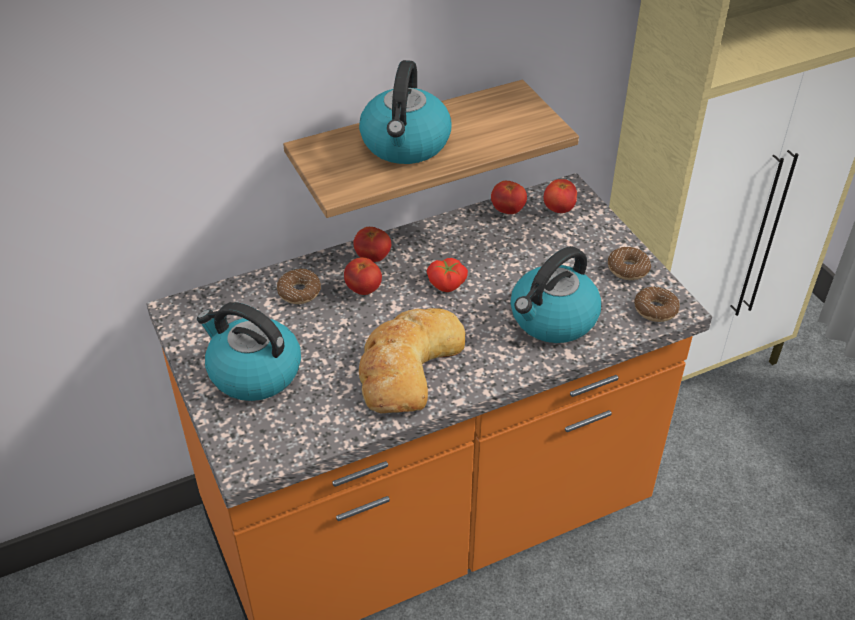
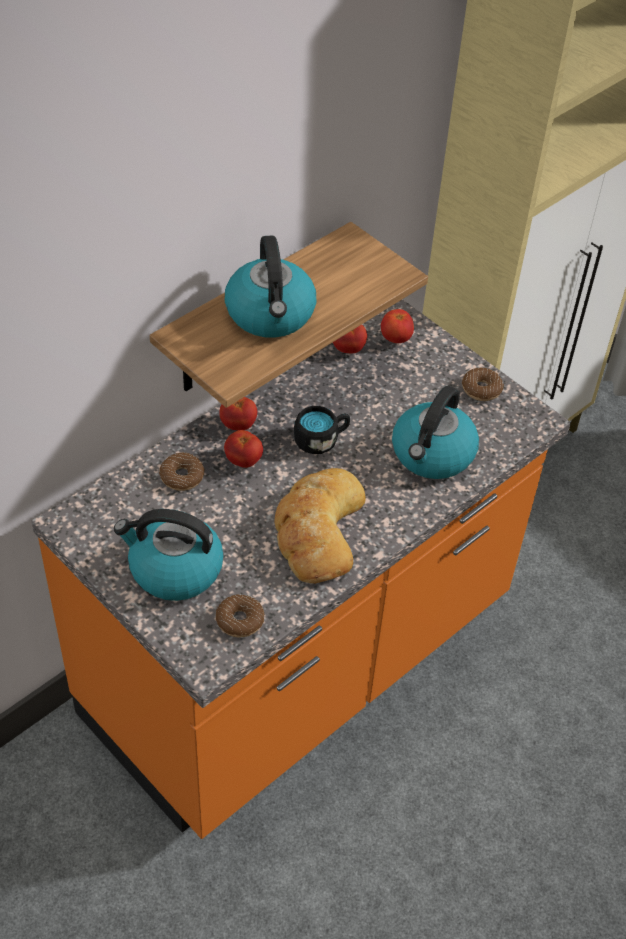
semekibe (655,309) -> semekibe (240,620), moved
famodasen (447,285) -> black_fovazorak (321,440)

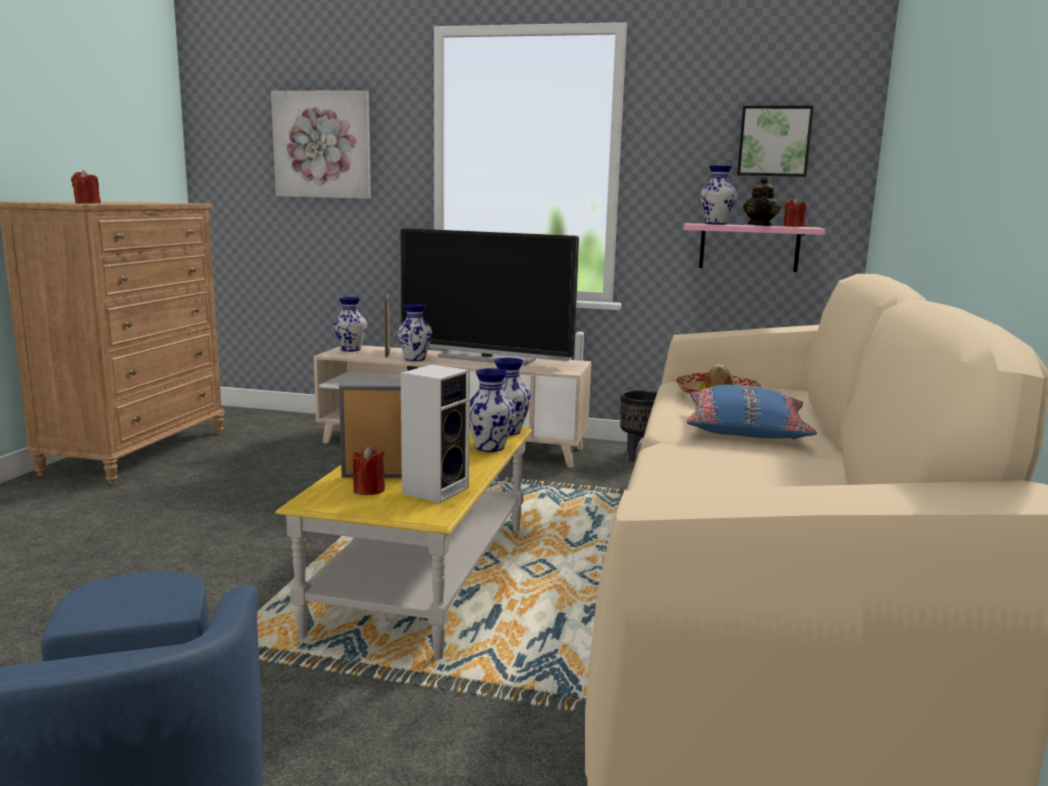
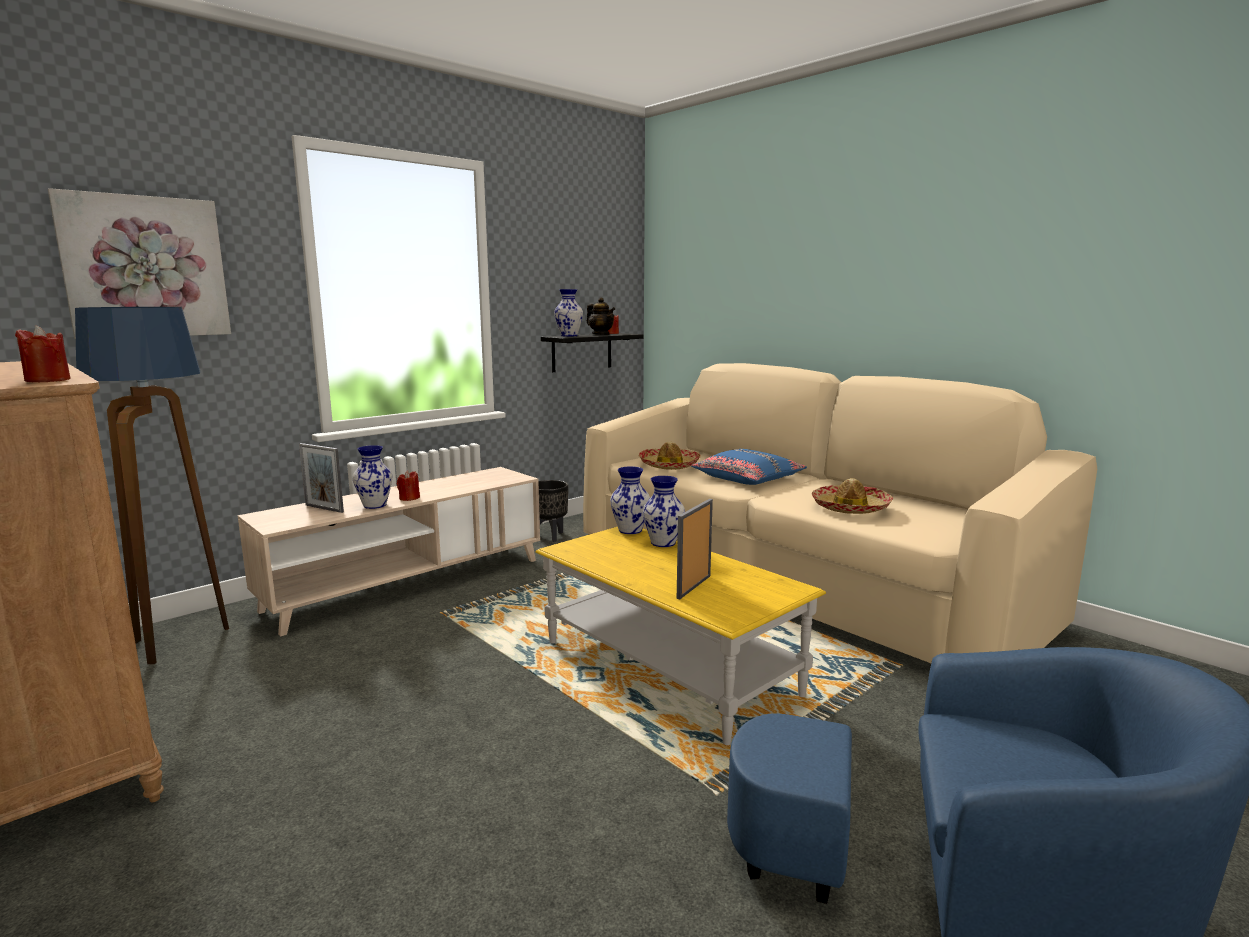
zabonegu (351,349) -> none
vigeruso (486,358) -> none
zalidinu (436,489) -> none
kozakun (774,141) -> none
none -> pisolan (183,641)
none -> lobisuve (850,508)
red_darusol (369,490) -> red_darusol (409,498), moved
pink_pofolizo (749,247) -> black_pofolizo (582,352)

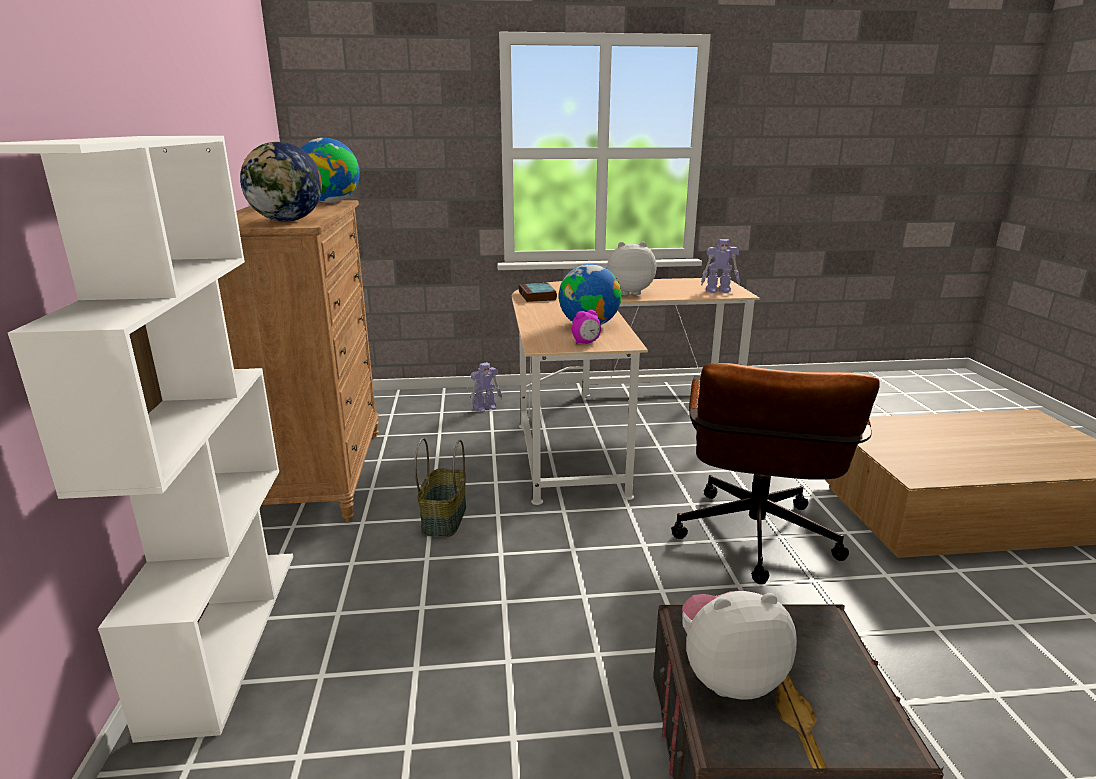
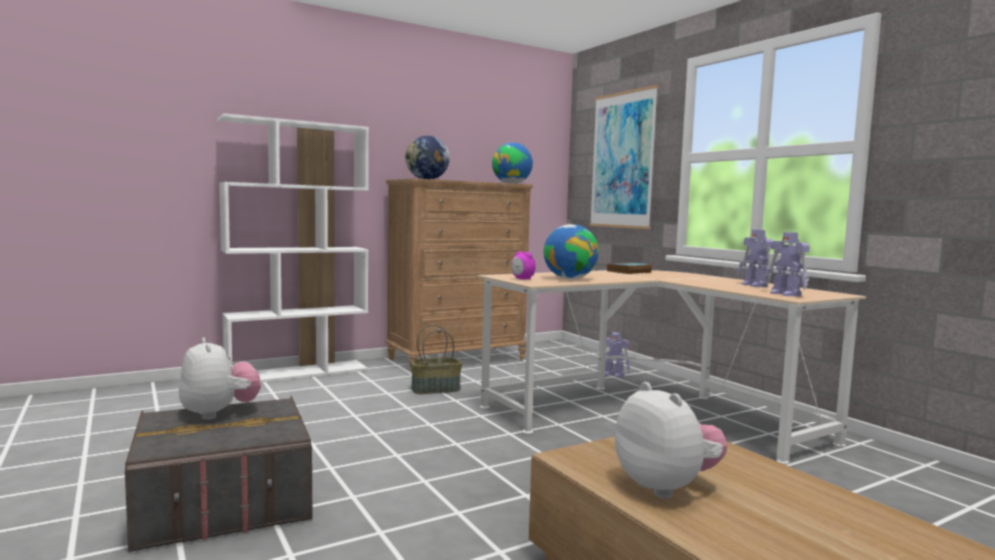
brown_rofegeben (754,543) -> none
none -> kozakun (622,160)
none -> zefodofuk (755,285)
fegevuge (629,292) -> fegevuge (666,487), moved

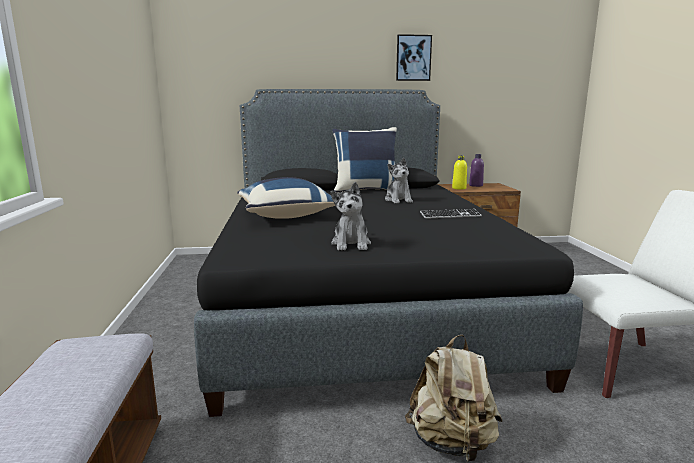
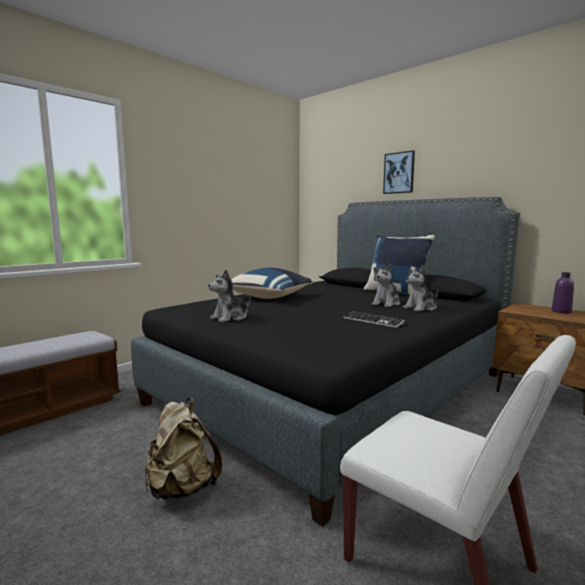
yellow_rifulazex (459,188) -> none
none -> fegevuge (421,308)
kozakun (413,58) -> kozakun (399,173), moved

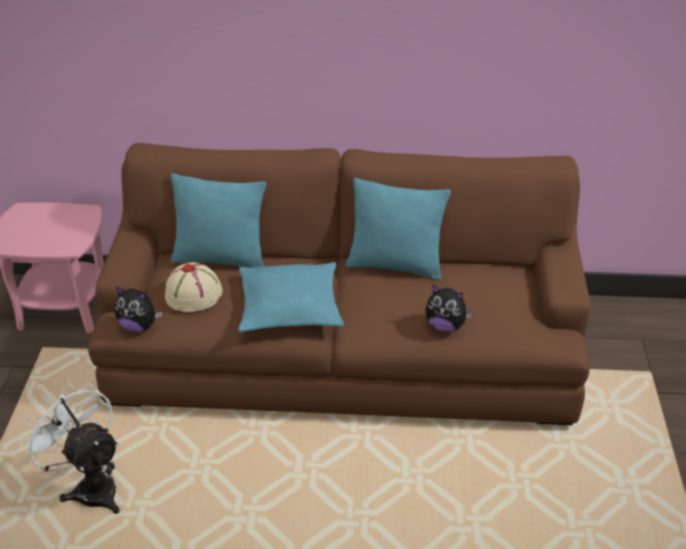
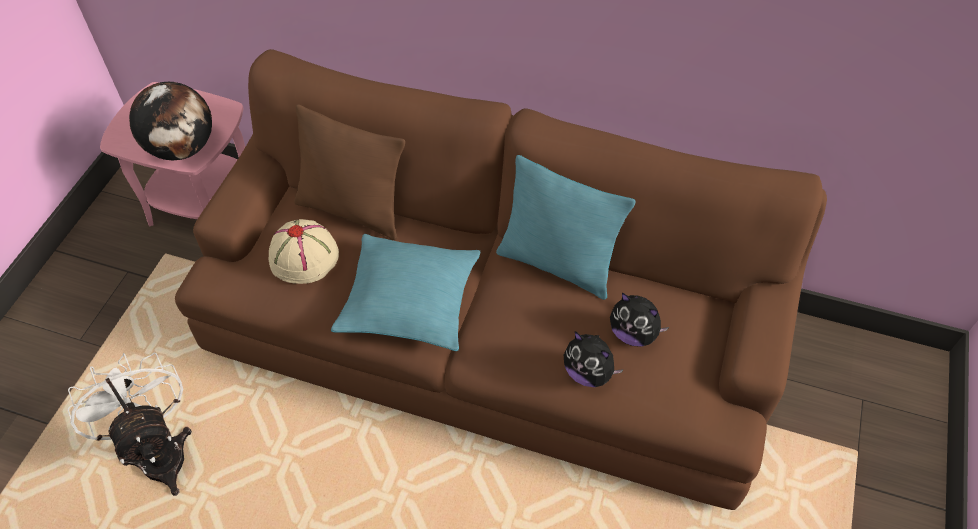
none -> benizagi (183,148)
fegevuge (139,326) -> fegevuge (633,334), moved
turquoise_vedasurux (220,259) -> brown_vedasurux (352,210)

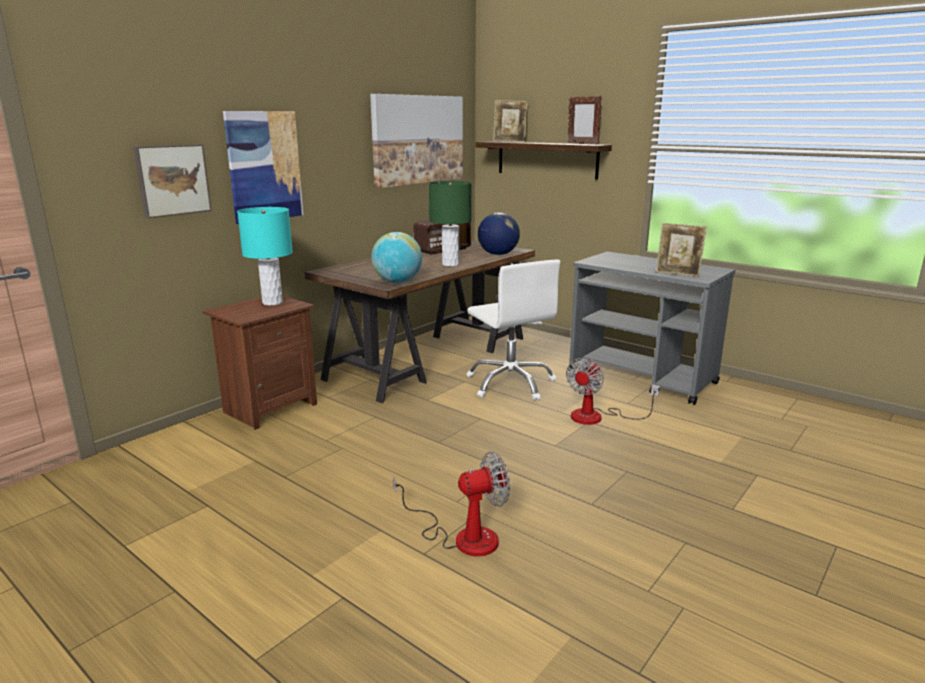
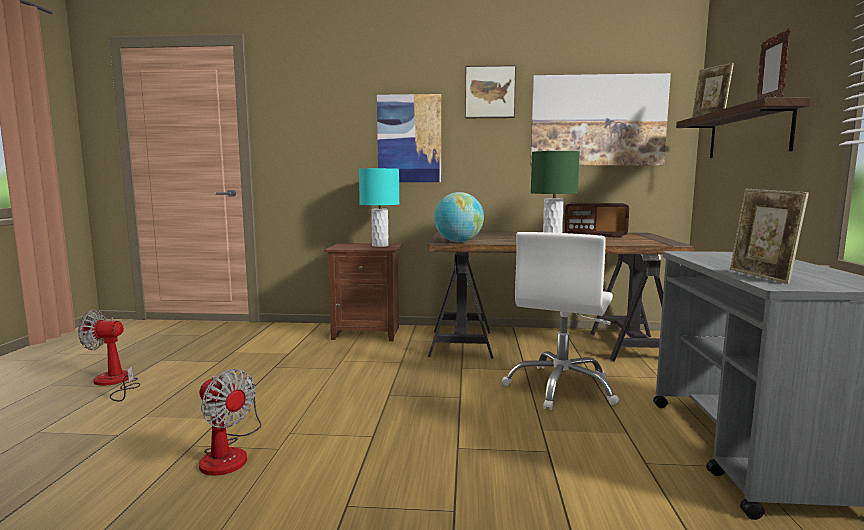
benizagi (498,254) -> none
kozakun (172,180) -> kozakun (490,92), moved
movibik (597,417) -> movibik (115,383), moved

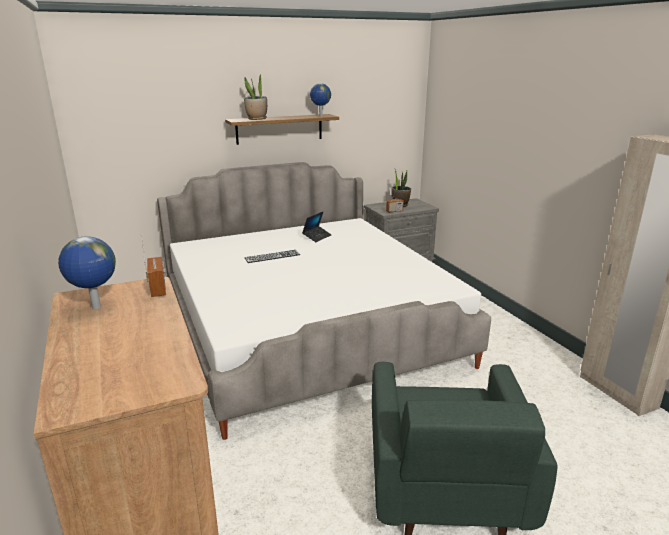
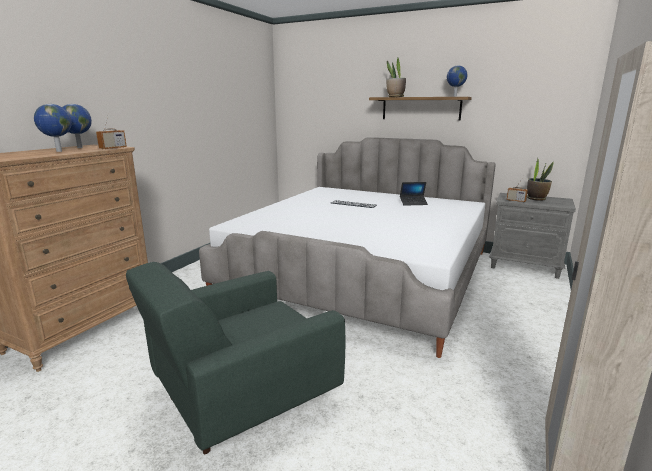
none -> benizagi (58,151)

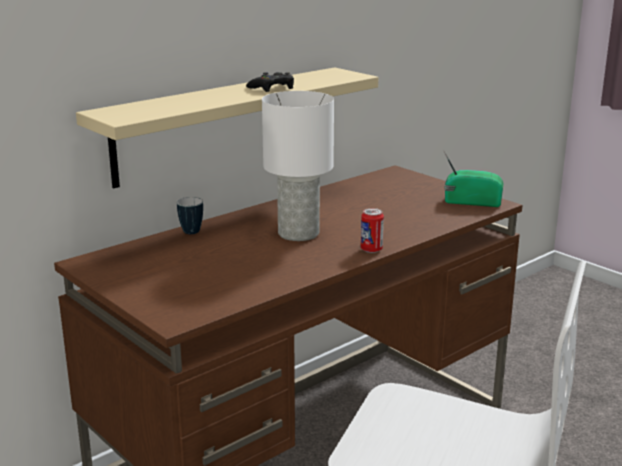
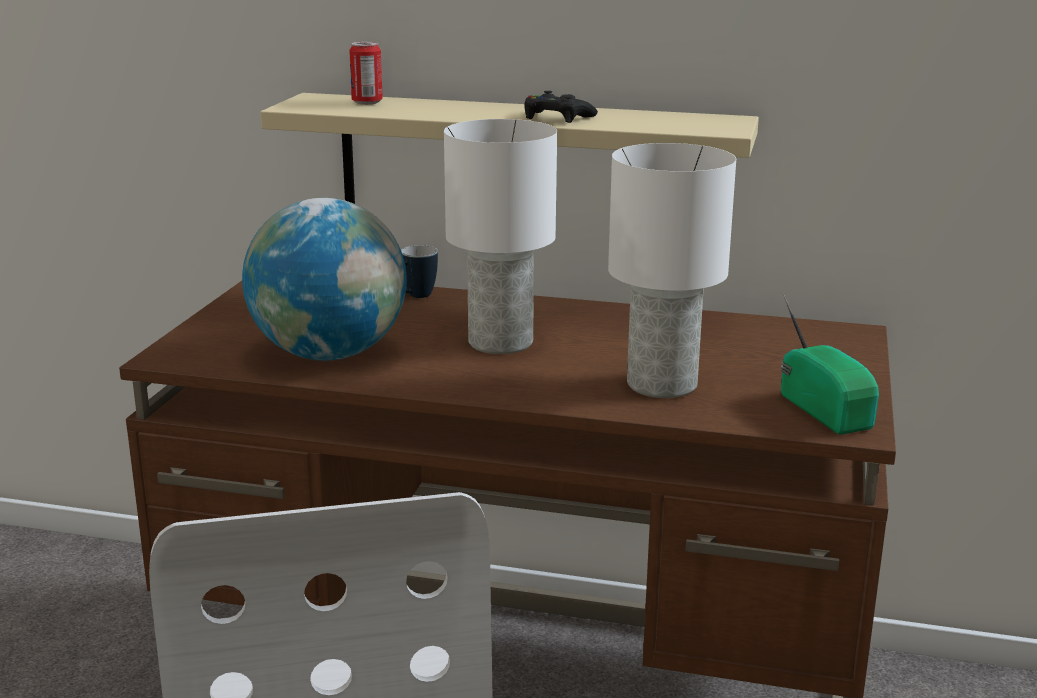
none -> benizagi (329,354)
none -> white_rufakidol (661,384)
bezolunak (371,250) -> bezolunak (367,102), moved

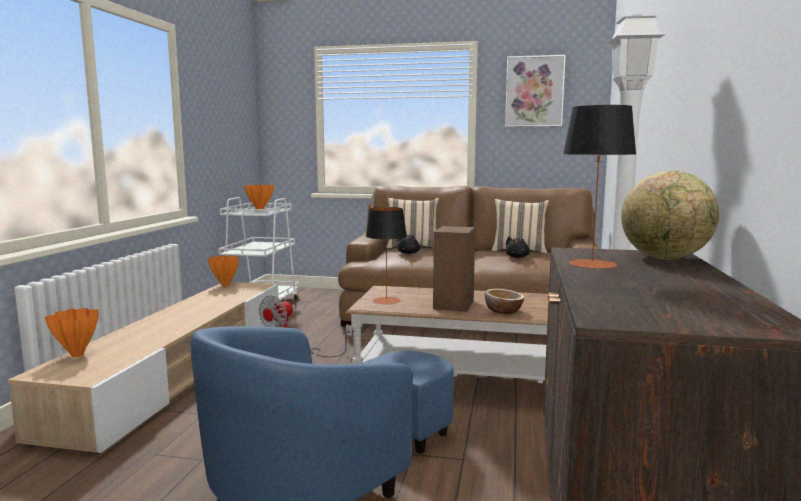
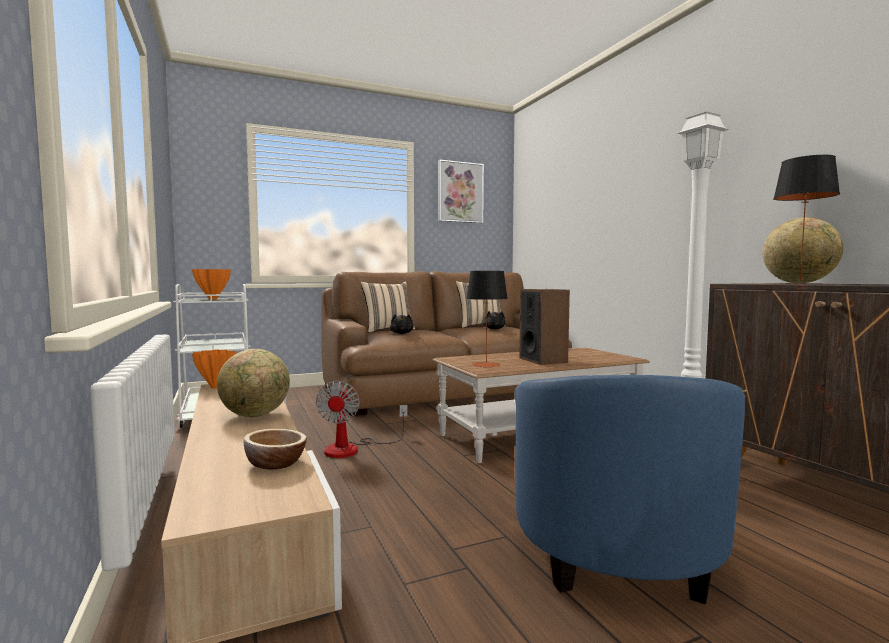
orange_zabonegu (77,355) -> none
none -> benizagi (255,415)
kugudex (503,311) -> kugudex (275,463), moved

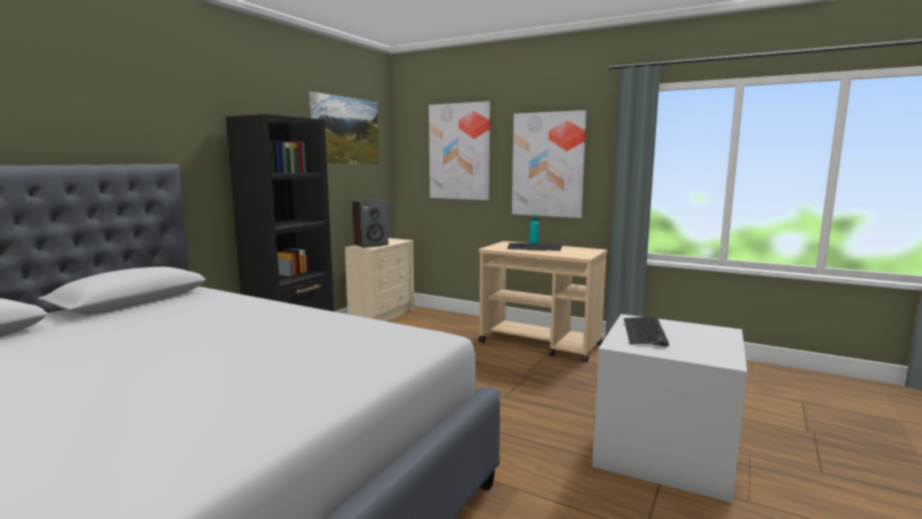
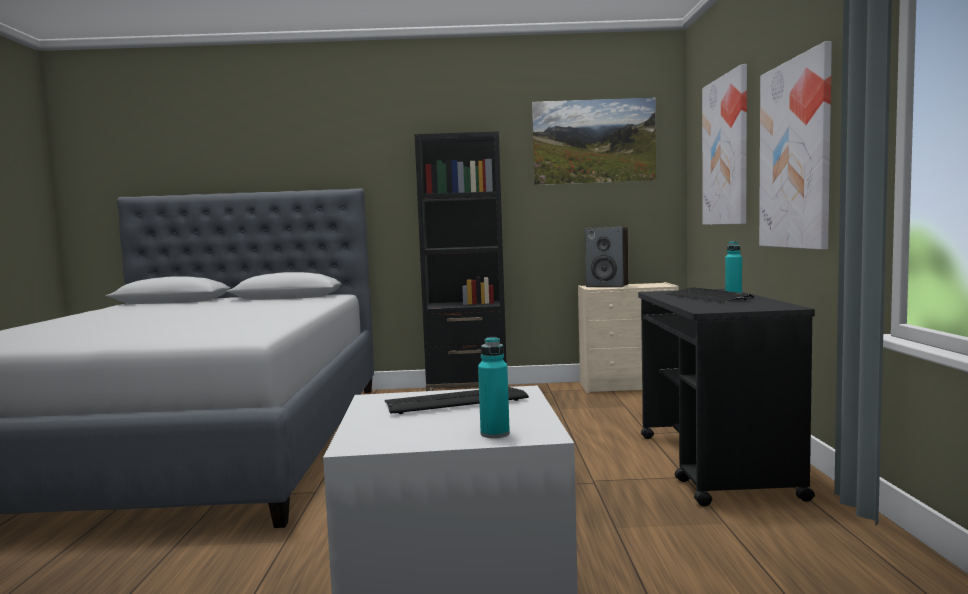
none -> turquoise_rifulazex (495,434)
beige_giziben (541,344) -> black_giziben (715,465)

